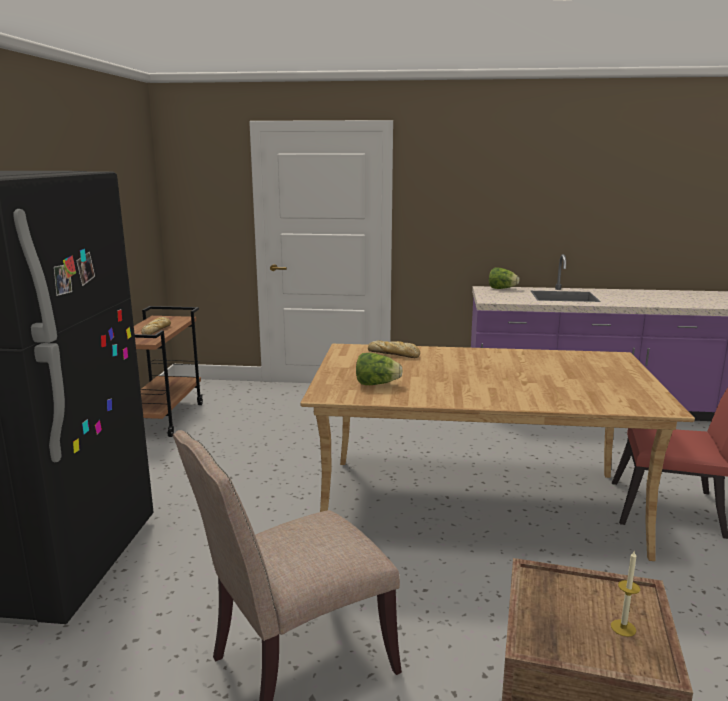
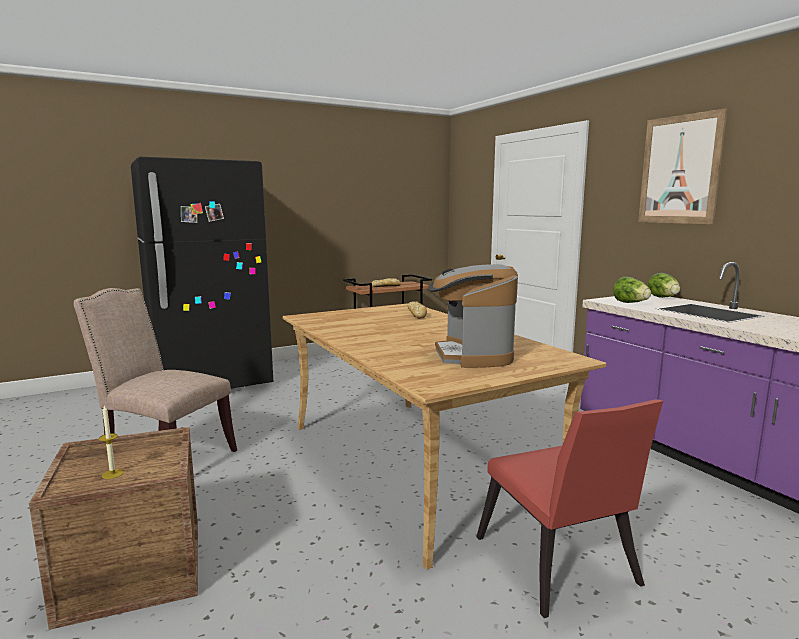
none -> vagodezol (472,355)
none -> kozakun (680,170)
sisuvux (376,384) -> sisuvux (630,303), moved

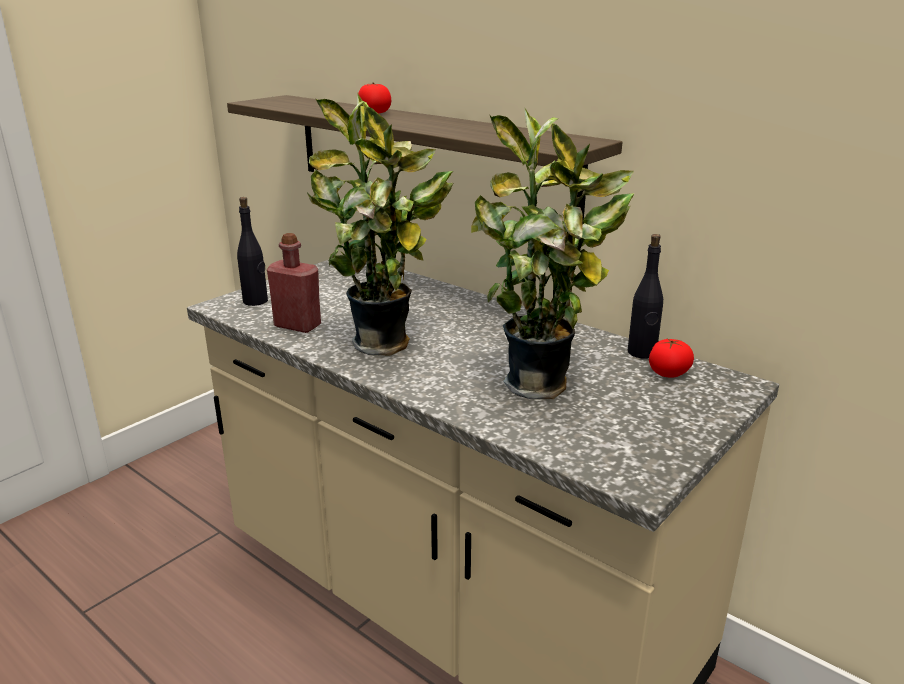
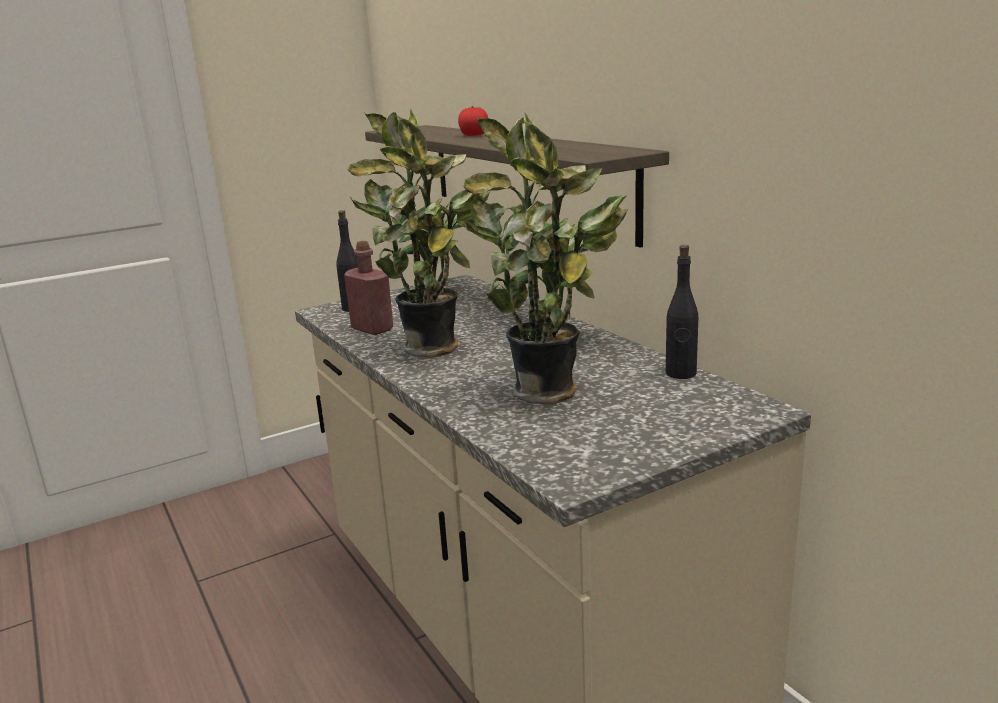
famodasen (668,373) -> none

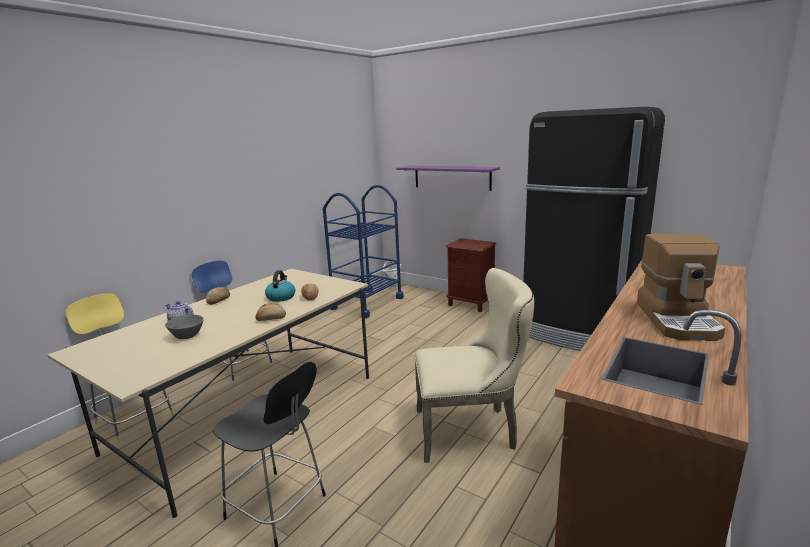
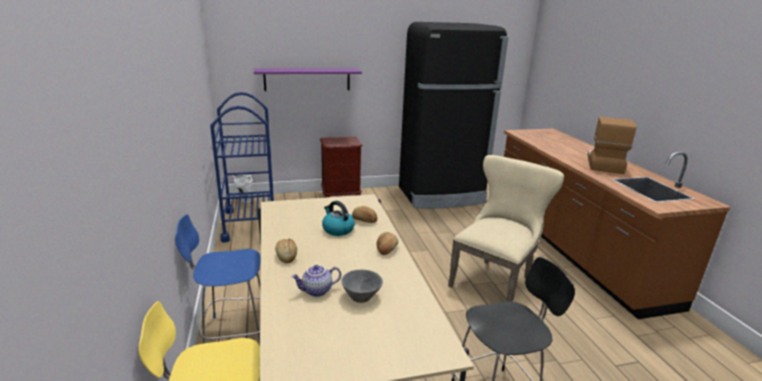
vagodezol (678,320) -> vagodezol (603,164), 120 degrees counterclockwise

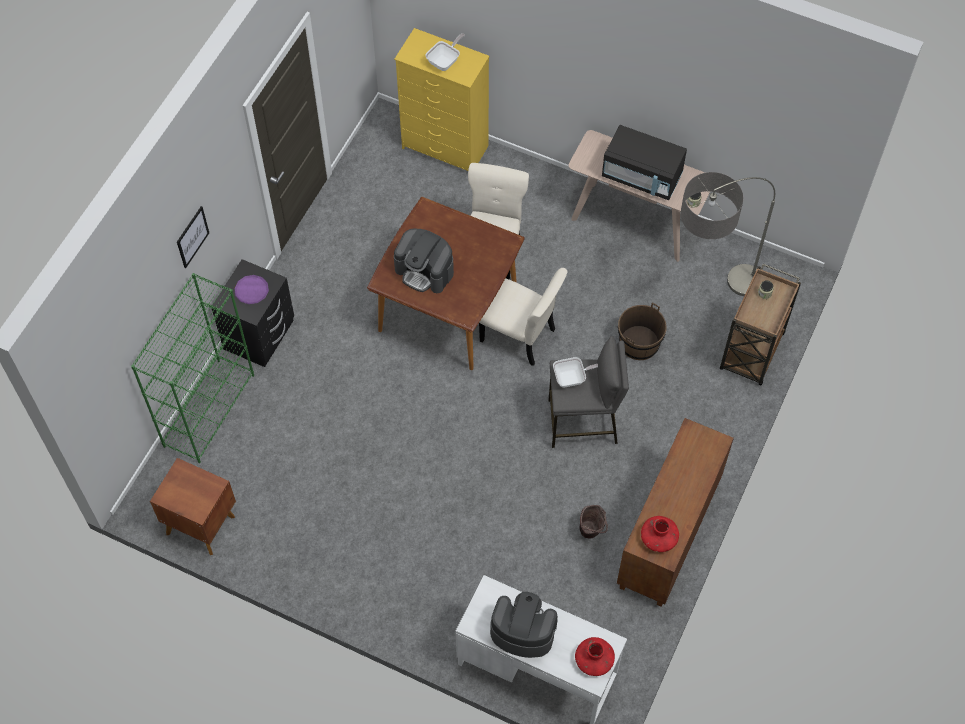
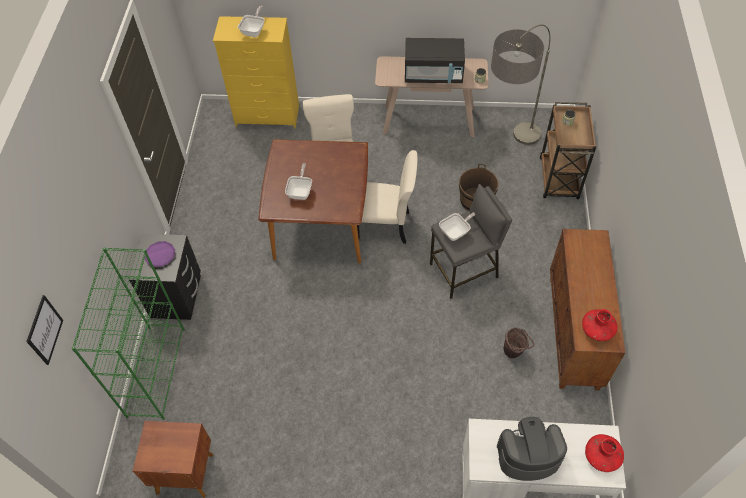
kozakun (192,237) -> kozakun (44,330), moved
vagodezol (425,271) -> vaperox (300,191)

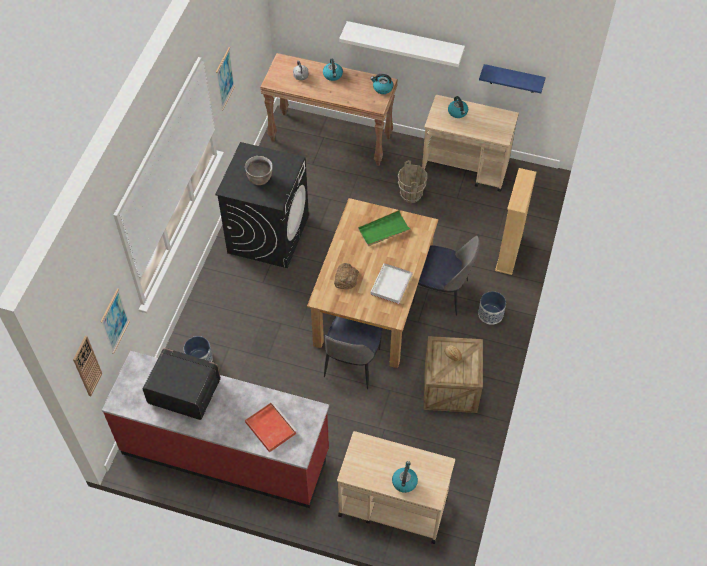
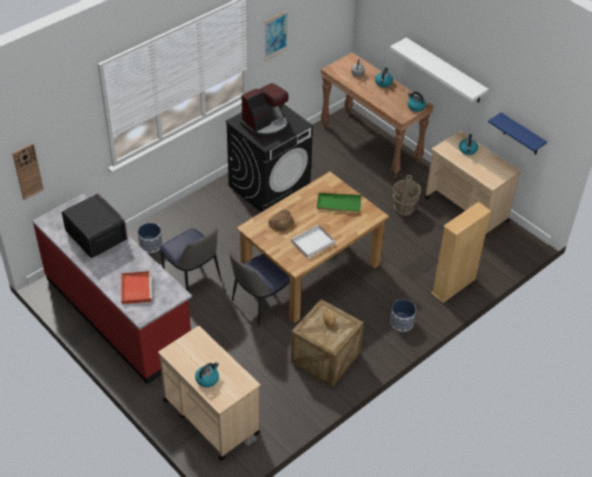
kozakun (114,321) -> none
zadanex (442,293) -> zadanex (193,278), moved
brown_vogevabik (260,179) -> vagodezol (266,125)

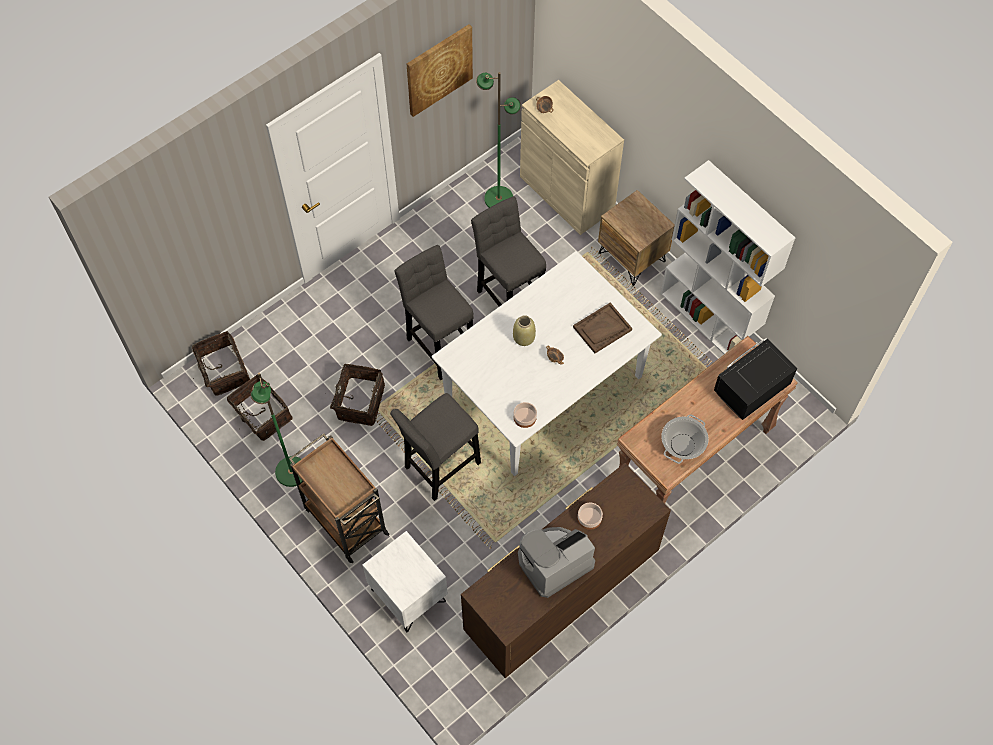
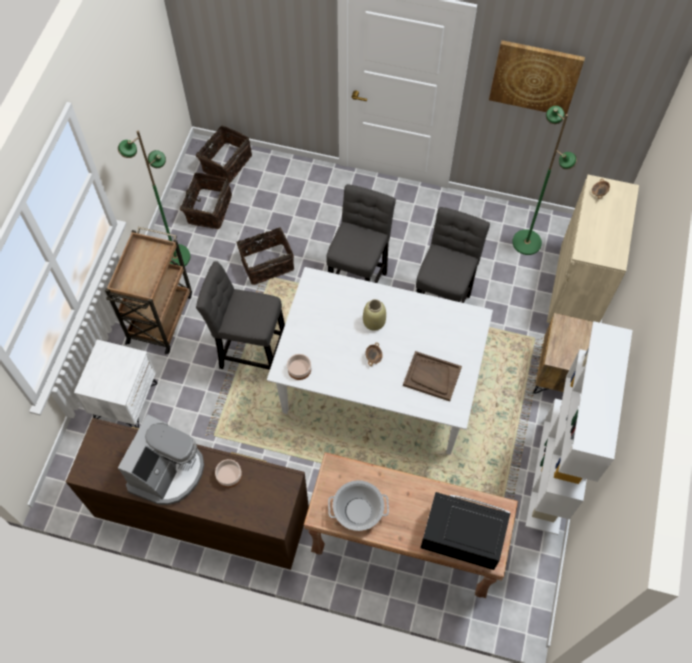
vagodezol (553,561) -> vagodezol (168,471), 90 degrees clockwise

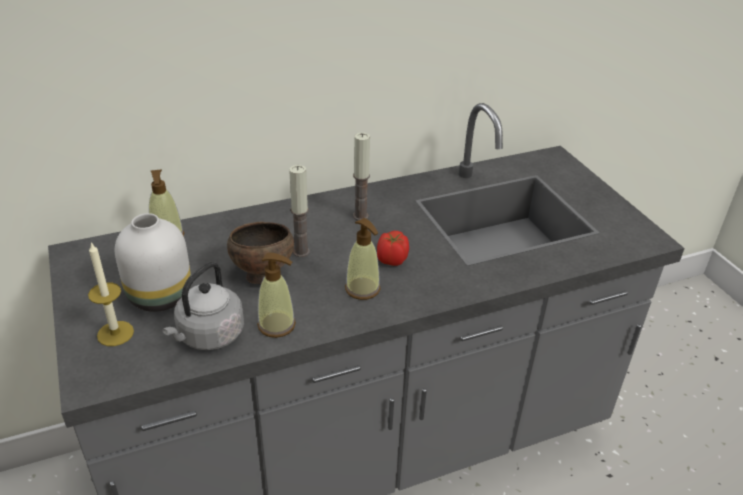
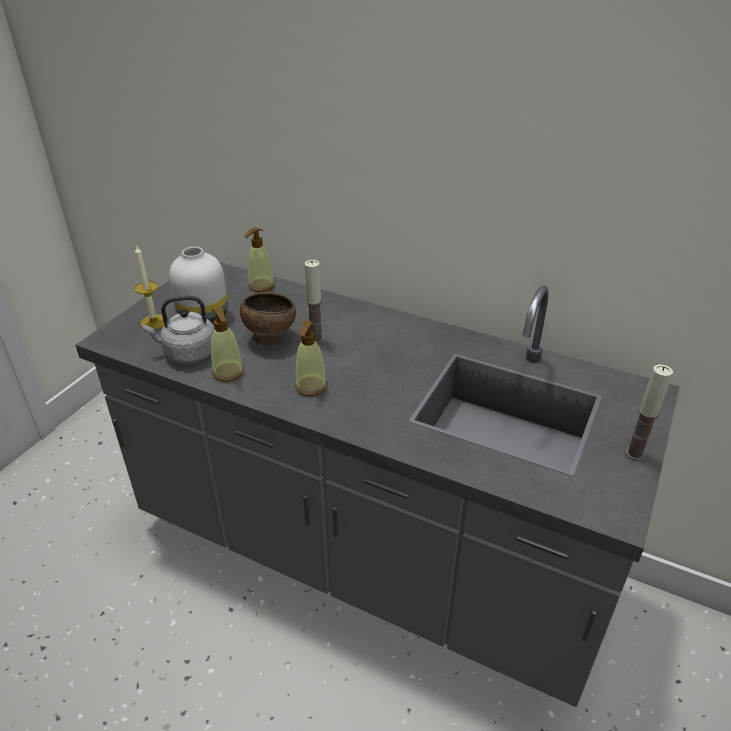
famodasen (391,260) -> none
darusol (360,216) -> darusol (634,454), moved

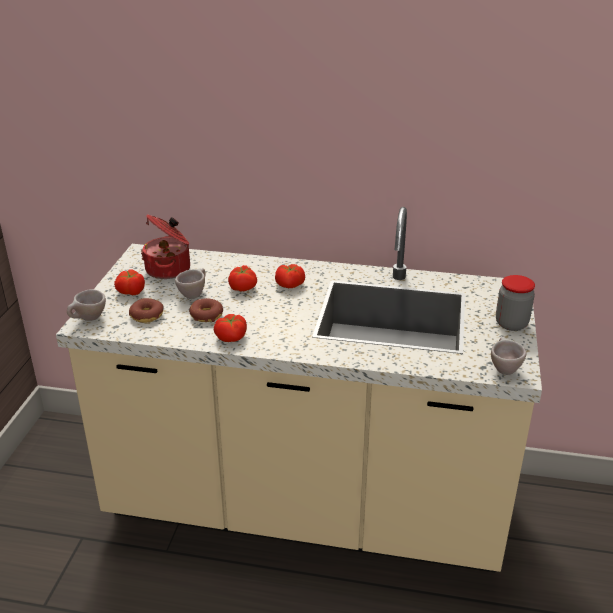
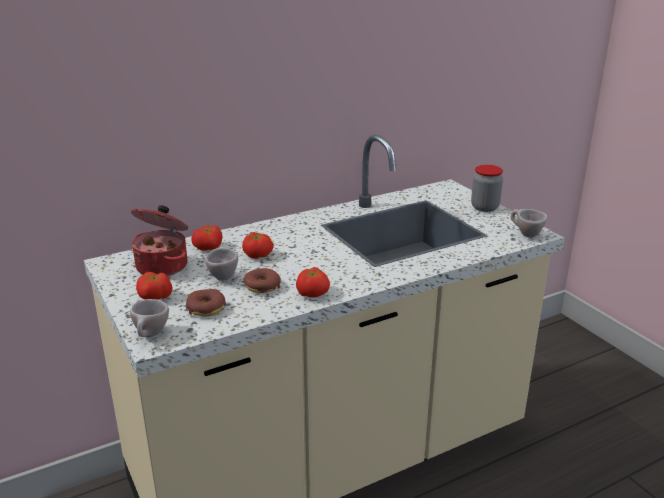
famodasen (290,285) -> famodasen (209,247), moved

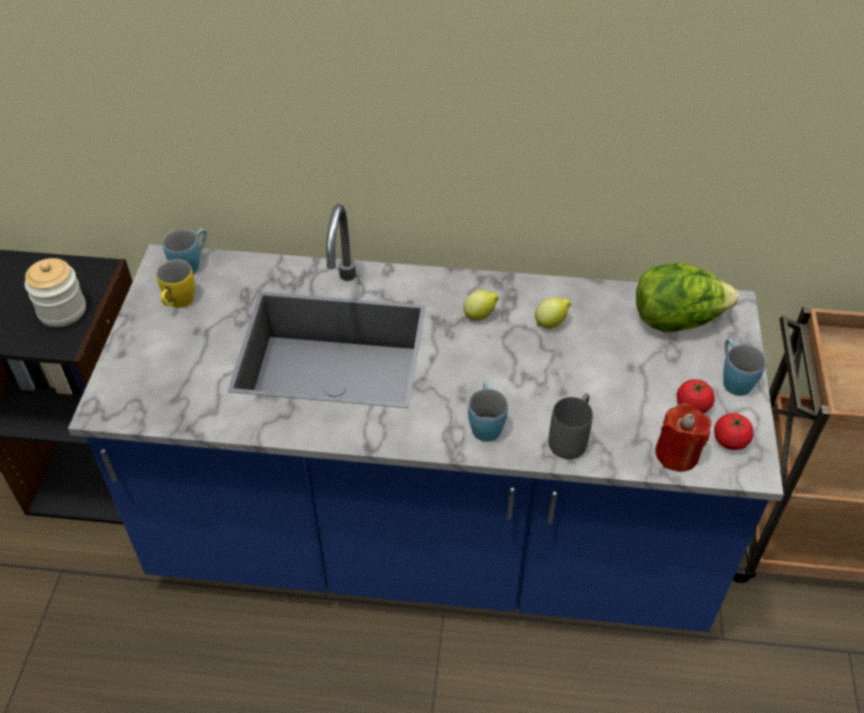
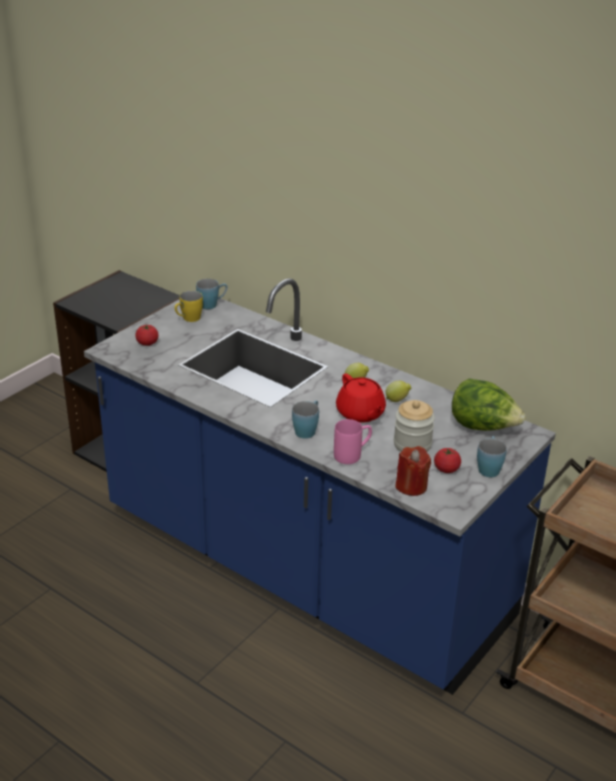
none -> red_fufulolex (360,413)
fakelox (62,311) -> fakelox (412,444), moved
famodasen (730,441) -> famodasen (147,343), moved
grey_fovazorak (571,437) -> pink_fovazorak (353,454)

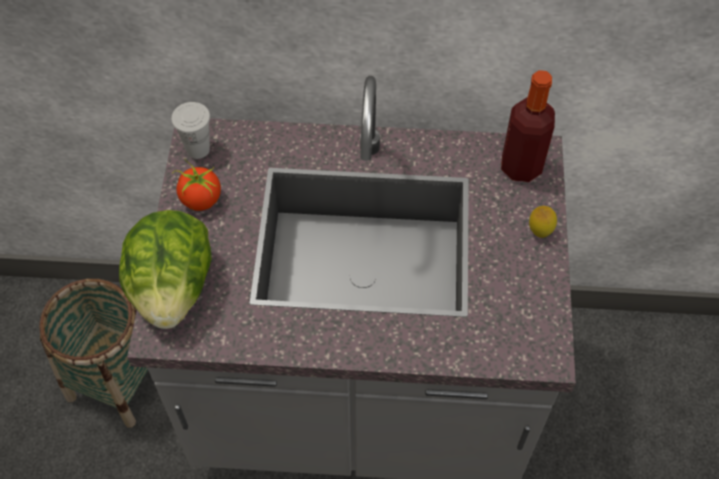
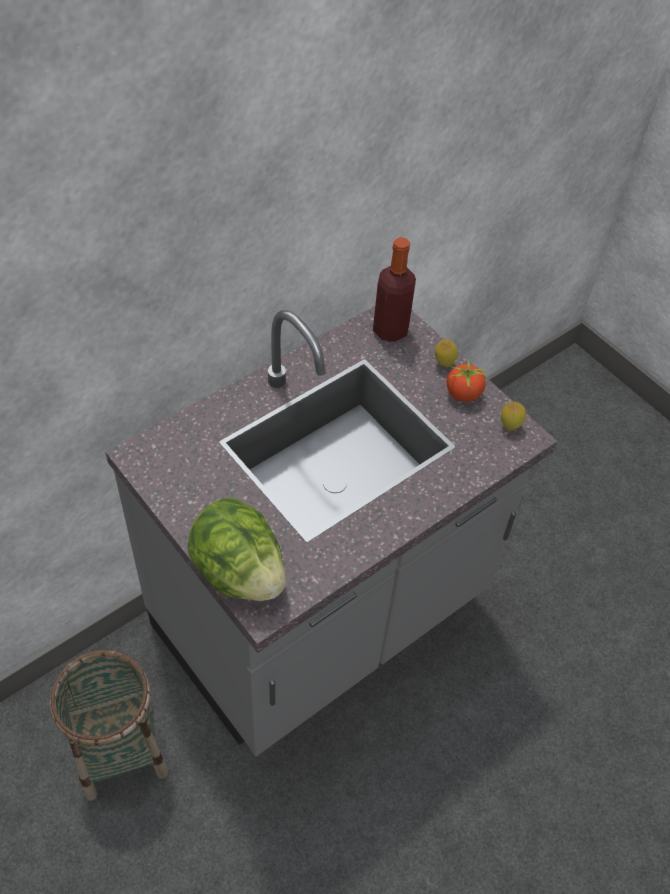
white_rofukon (198,149) -> none
none -> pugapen (510,426)
famodasen (200,199) -> famodasen (463,394), moved

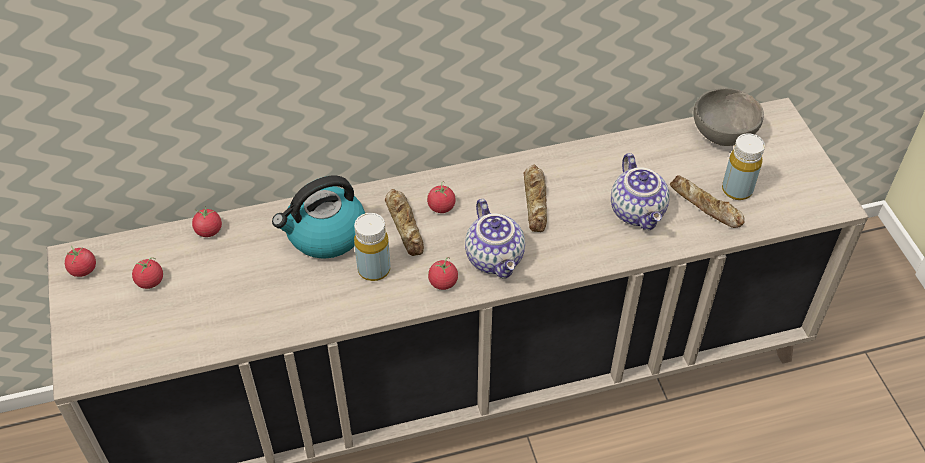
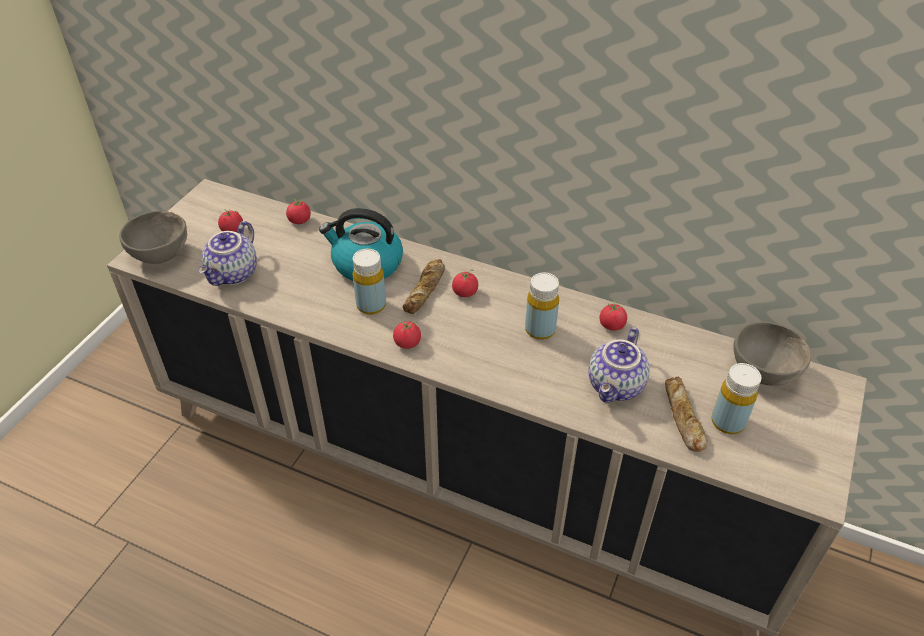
none -> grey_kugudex (162,255)
famodasen (83,270) -> famodasen (611,325), moved
fufulolex (496,258) -> fufulolex (234,274), moved
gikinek (536,202) -> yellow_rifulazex (540,330)

